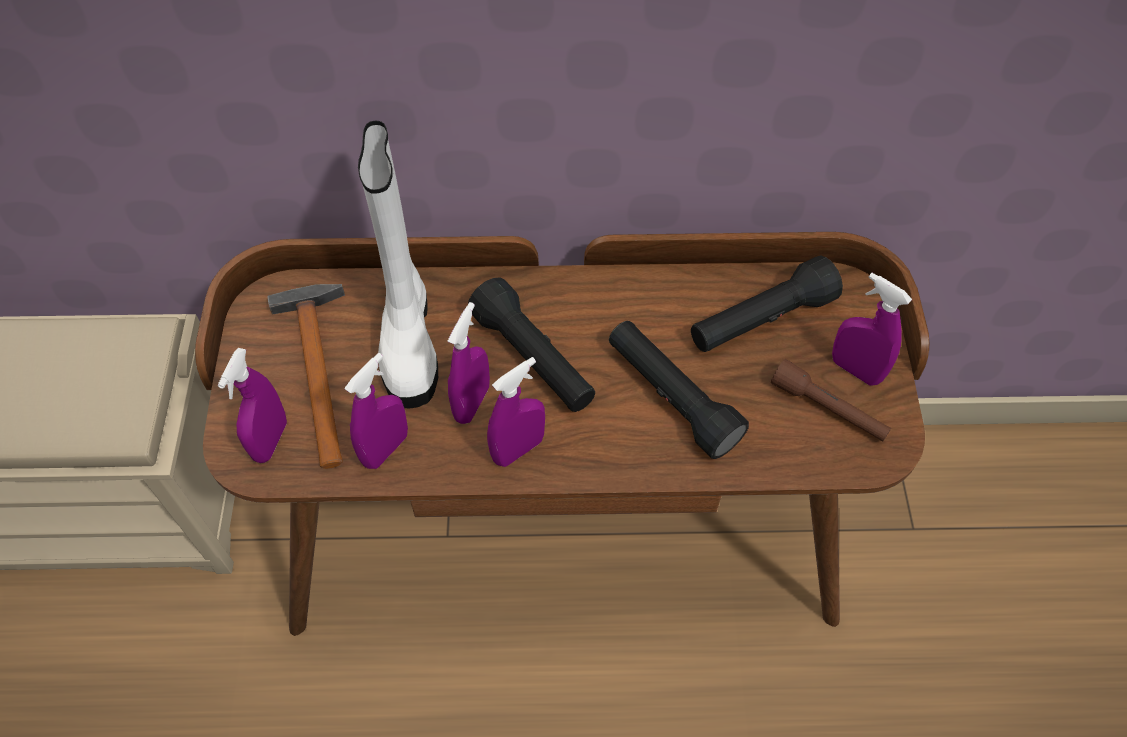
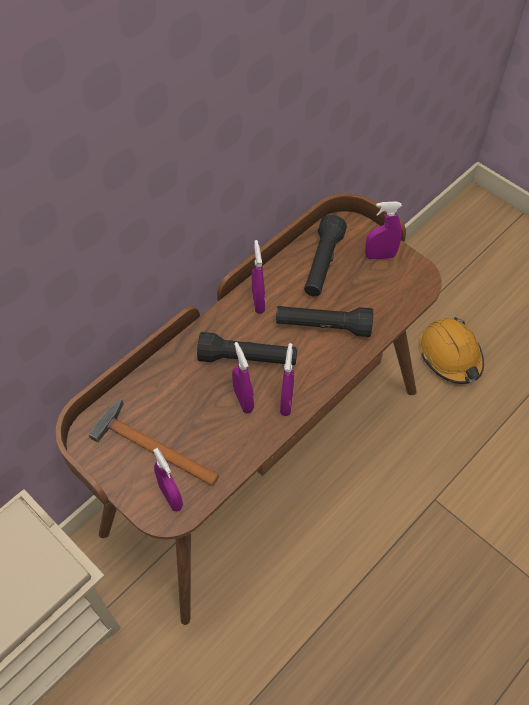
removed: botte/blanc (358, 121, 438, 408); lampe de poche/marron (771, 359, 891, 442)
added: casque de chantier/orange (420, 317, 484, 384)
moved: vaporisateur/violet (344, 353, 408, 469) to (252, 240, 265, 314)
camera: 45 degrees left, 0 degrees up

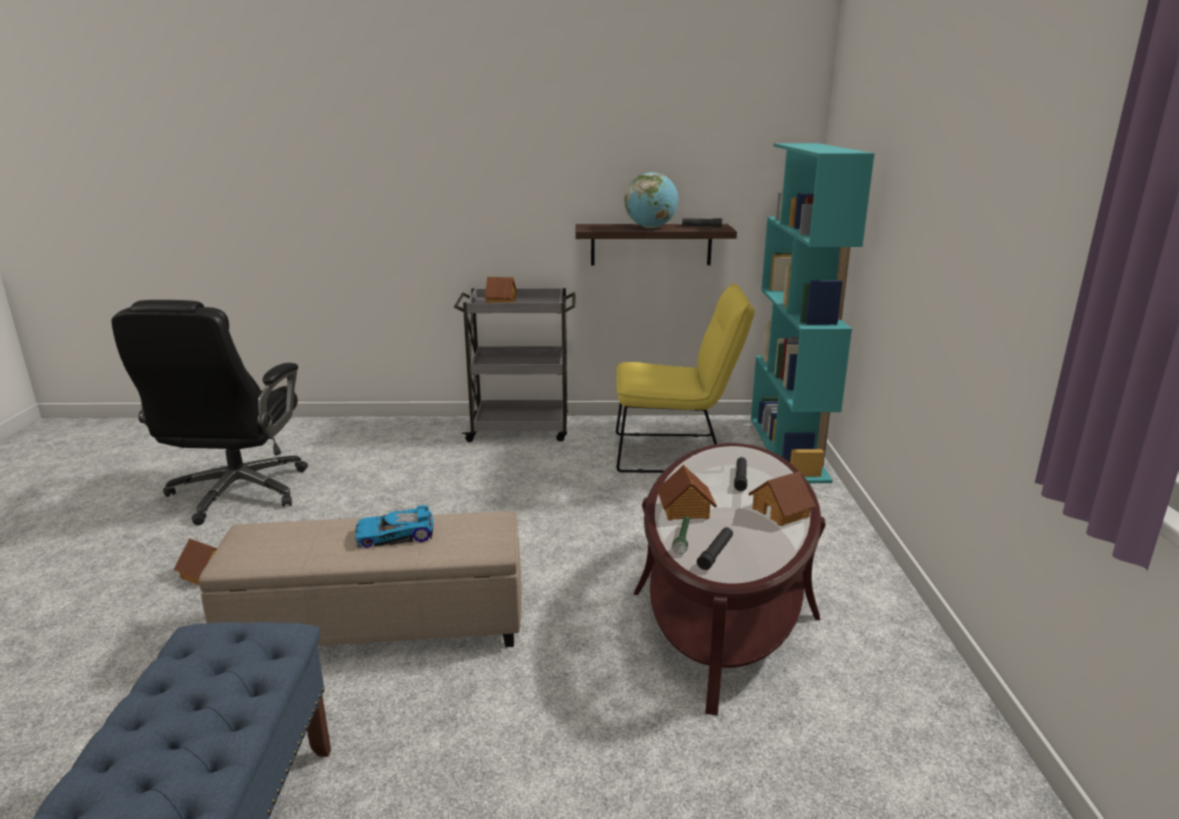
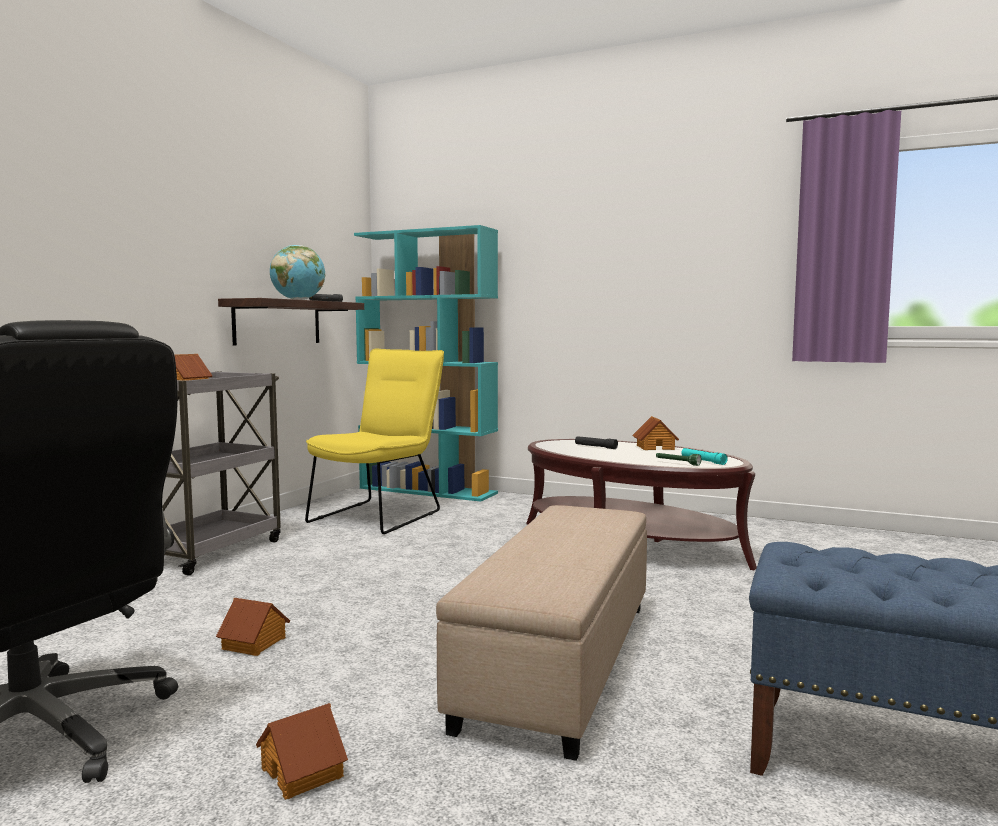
removed: petite voiture (355, 505, 433, 548)
moved: maison miniature (657, 465, 717, 521) to (216, 598, 290, 656)
recoloured: lampe de poche/noir (697, 527, 733, 570) to lampe de poche/turquoise (681, 448, 728, 465)
camera: 65 degrees left, 15 degrees down

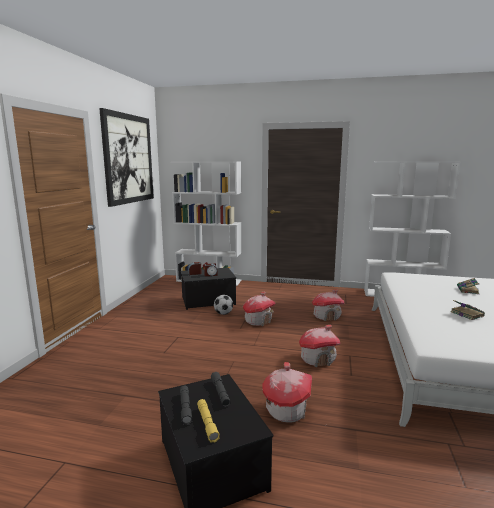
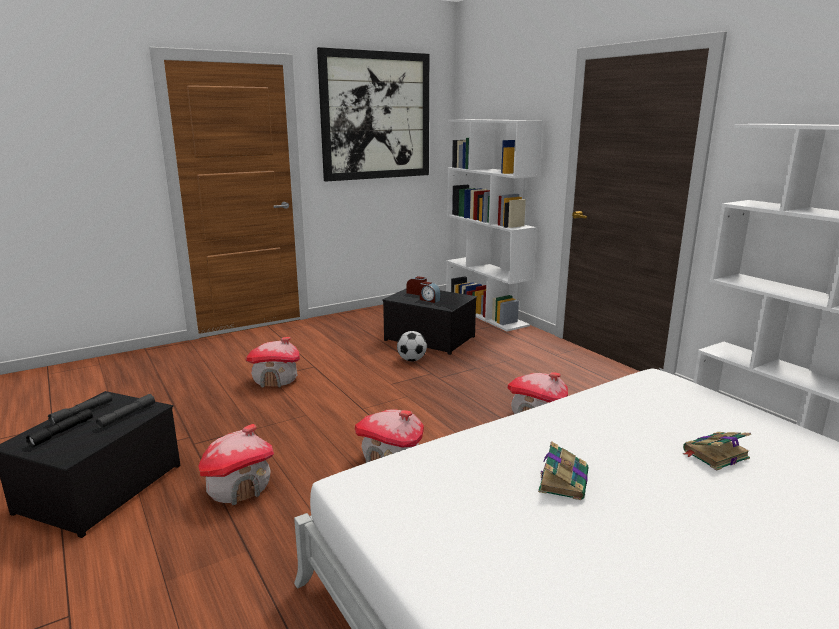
moved: maison miniature (243, 292, 276, 326) to (246, 337, 300, 388)
recoloured: lampe de poche/jaune (197, 399, 220, 443) to lampe de poche/noir (26, 409, 93, 448)
camera: 45 degrees right, 5 degrees up

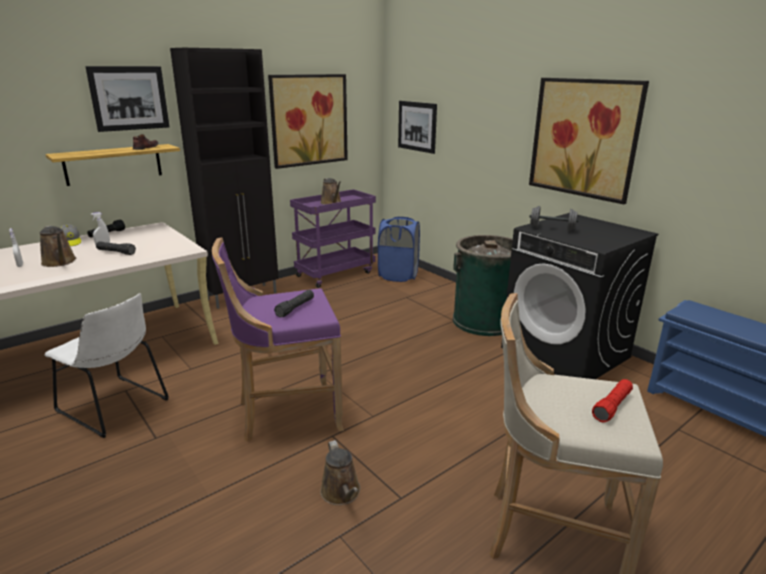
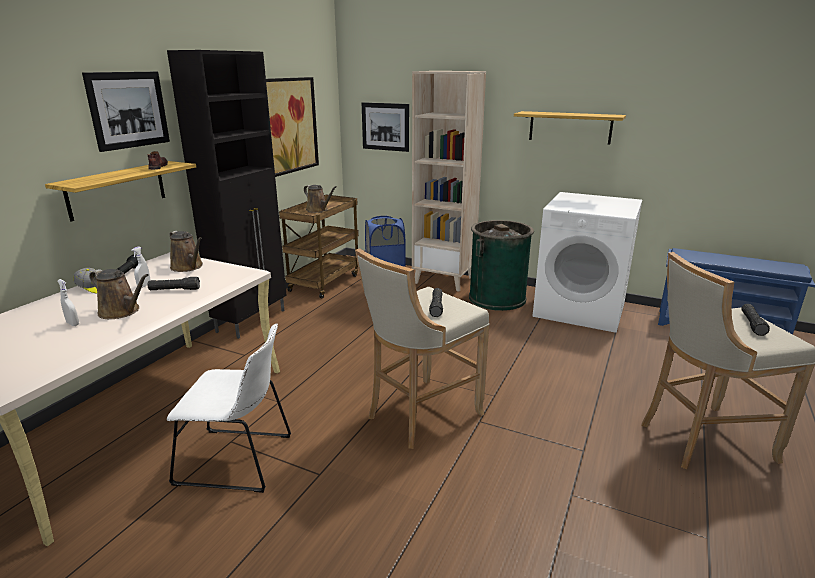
removed: haltère/gris (529, 206, 579, 231)
added: bibliothèque/beige (412, 71, 486, 292)
moved: arrosoir/marron (320, 440, 360, 505) to (170, 231, 203, 272)
replaced: tableau (529, 78, 649, 204) to étagère (514, 111, 626, 145)
recoloured: chariot/violet (290, 189, 376, 288) to chariot/marron (279, 195, 359, 298); lave-linge/noir (501, 213, 658, 379) to lave-linge/blanc (533, 192, 642, 333); tabouret/violet (212, 237, 344, 442) to tabouret/beige (355, 248, 489, 449); lampe de poche/rouge (592, 379, 633, 423) to lampe de poche/noir (742, 304, 770, 336)
camera: 25 degrees left, 0 degrees up

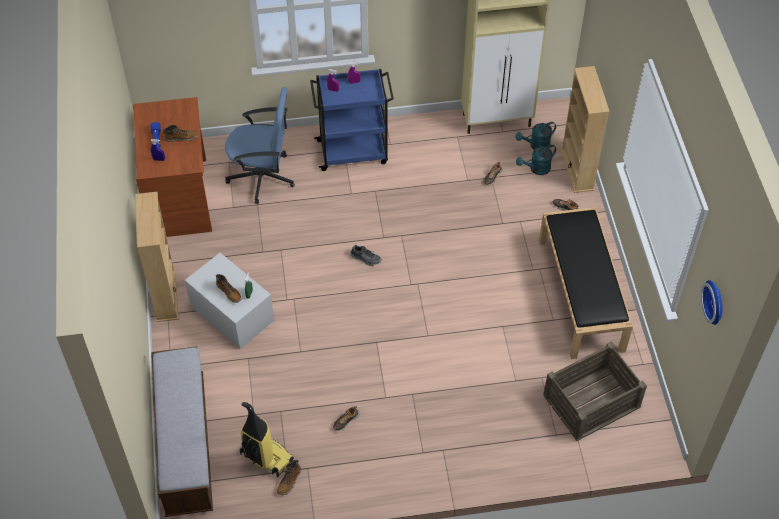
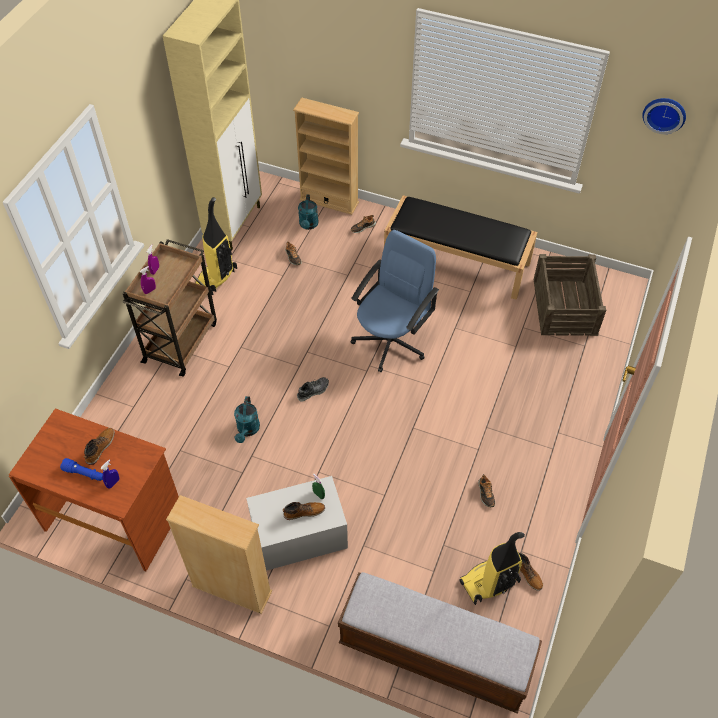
added: aspirateur (195, 197, 237, 295)
moved: chaise de bureau/bleu (225, 87, 295, 204) to (351, 230, 439, 372); arrosoir/turquoise (516, 122, 556, 149) to (234, 396, 260, 443)
recoloured: chariot/bleu (310, 69, 394, 171) to chariot/marron (122, 239, 217, 377)
camera: 60 degrees left, 0 degrees up

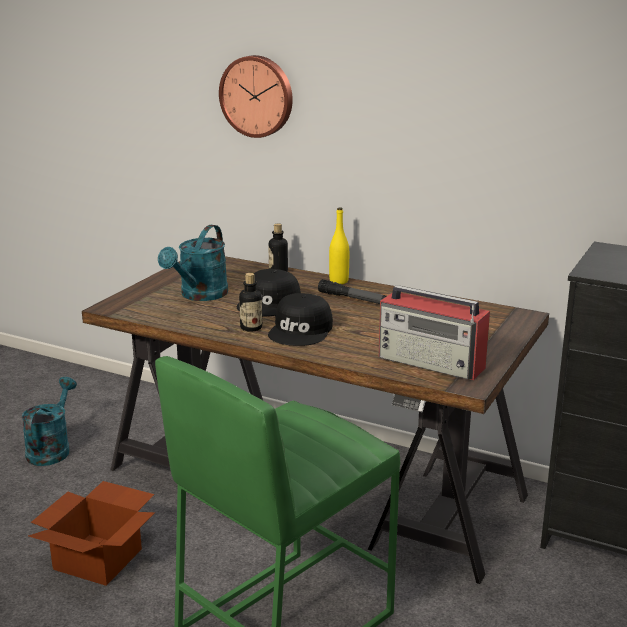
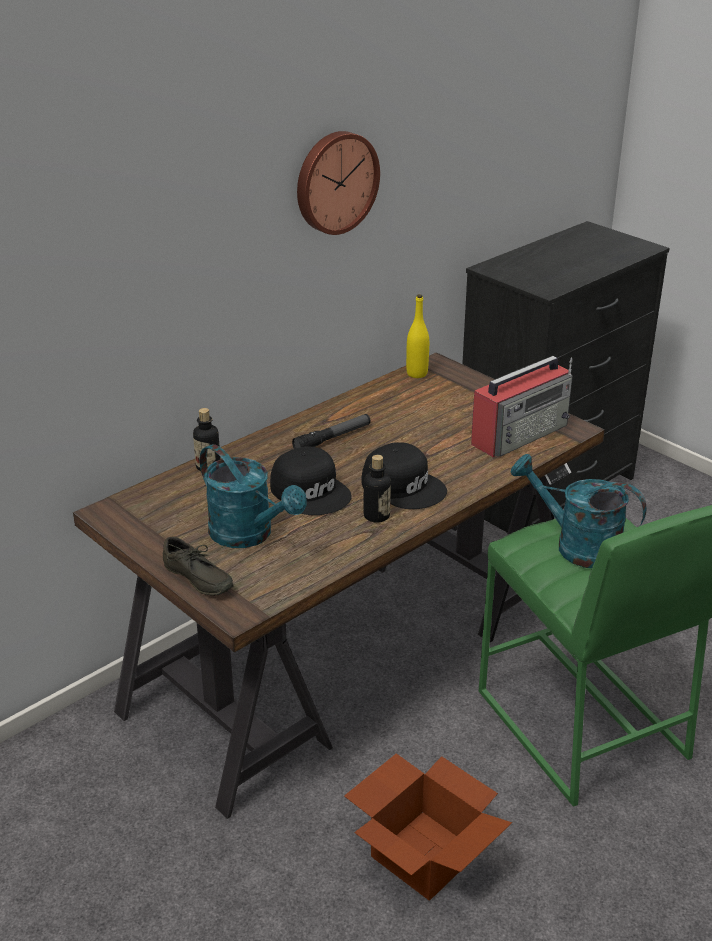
added: chaussure/gris (163, 536, 233, 596)
moved: horloge murale (219, 55, 293, 138) to (297, 131, 380, 235); bouteille/jaune (329, 208, 349, 284) to (406, 294, 429, 378); arrosoir/turquoise (22, 377, 77, 466) to (510, 454, 646, 568)
camera: 70 degrees left, 10 degrees up

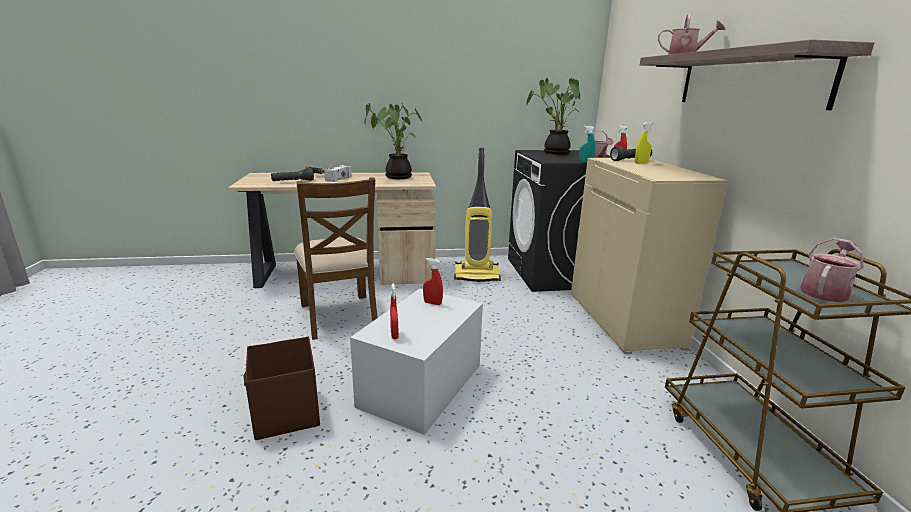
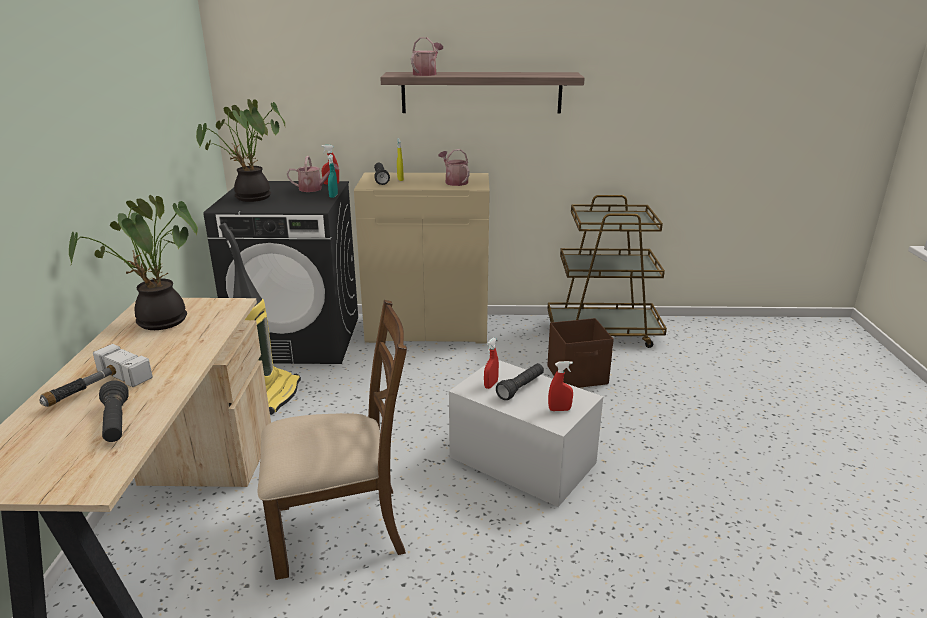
added: lampe de poche/noir (496, 363, 544, 400)
moved: arrosoir (800, 238, 864, 302) to (438, 149, 470, 186); boîte de rangement/marron (243, 337, 320, 440) to (547, 318, 614, 388)
camera: 80 degrees left, 5 degrees up

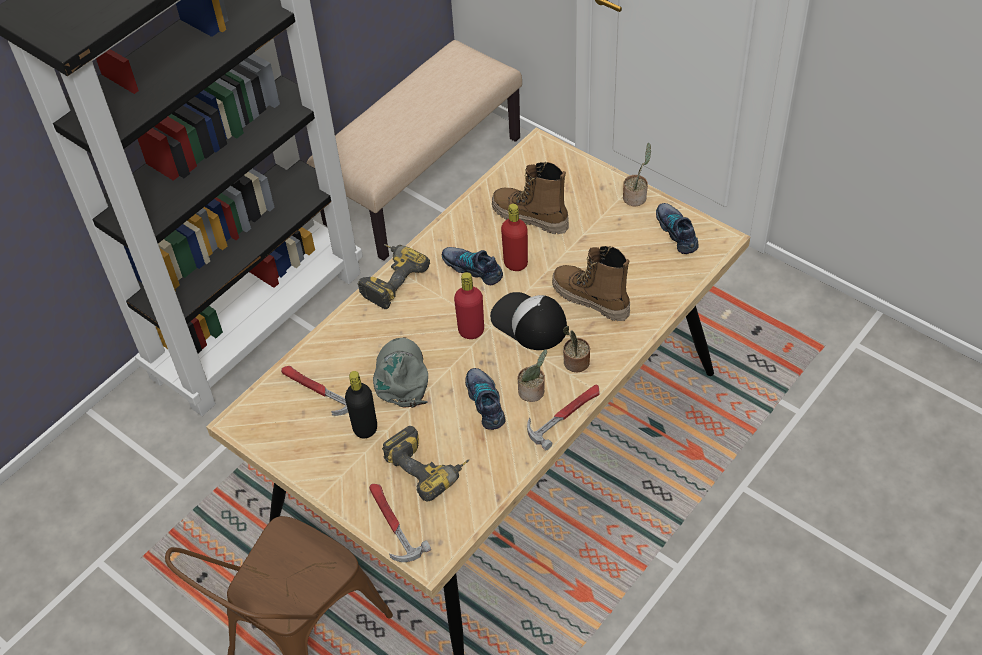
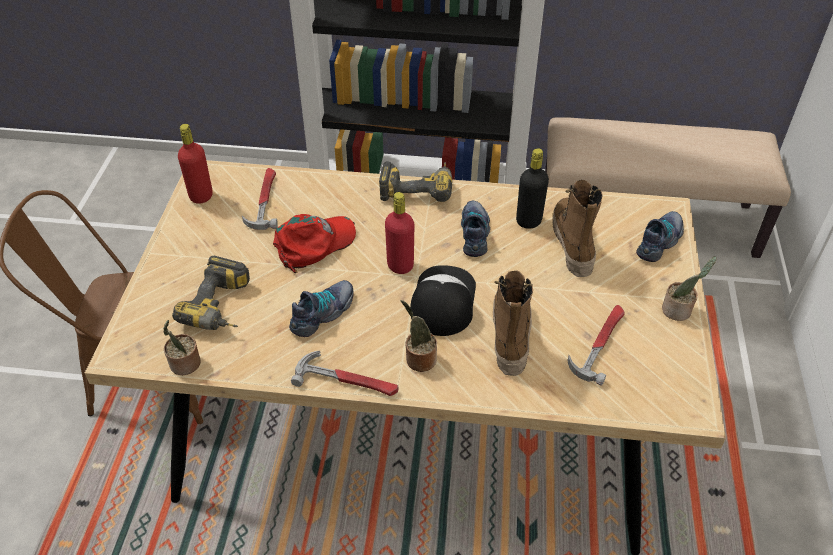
moved: chaussure (656, 203, 699, 254) to (636, 211, 684, 262); bouteille/rouge (501, 204, 528, 271) to (178, 124, 213, 204); plante en pot (517, 349, 547, 402) to (163, 320, 201, 375); bouteille/noir (345, 371, 377, 438) to (516, 148, 549, 229); marteau (369, 484, 431, 562) to (568, 305, 625, 386)
recoloured: casquette/gris (373, 337, 428, 408) to casquette/rouge (273, 214, 356, 273)
camera: 55 degrees right, 5 degrees down

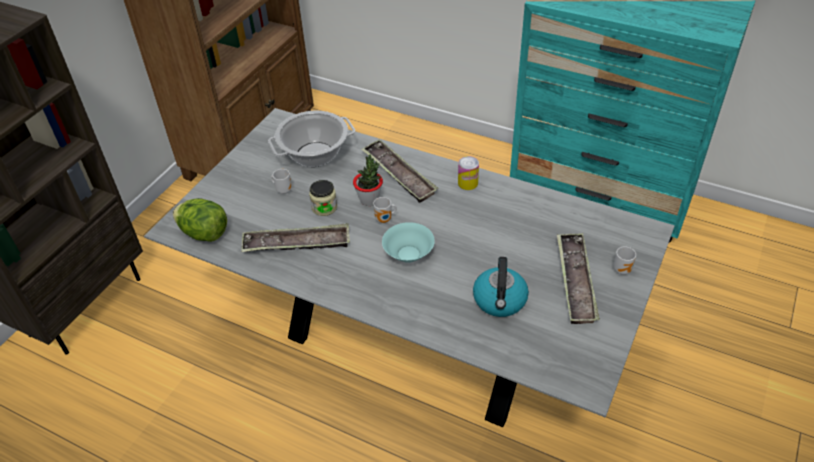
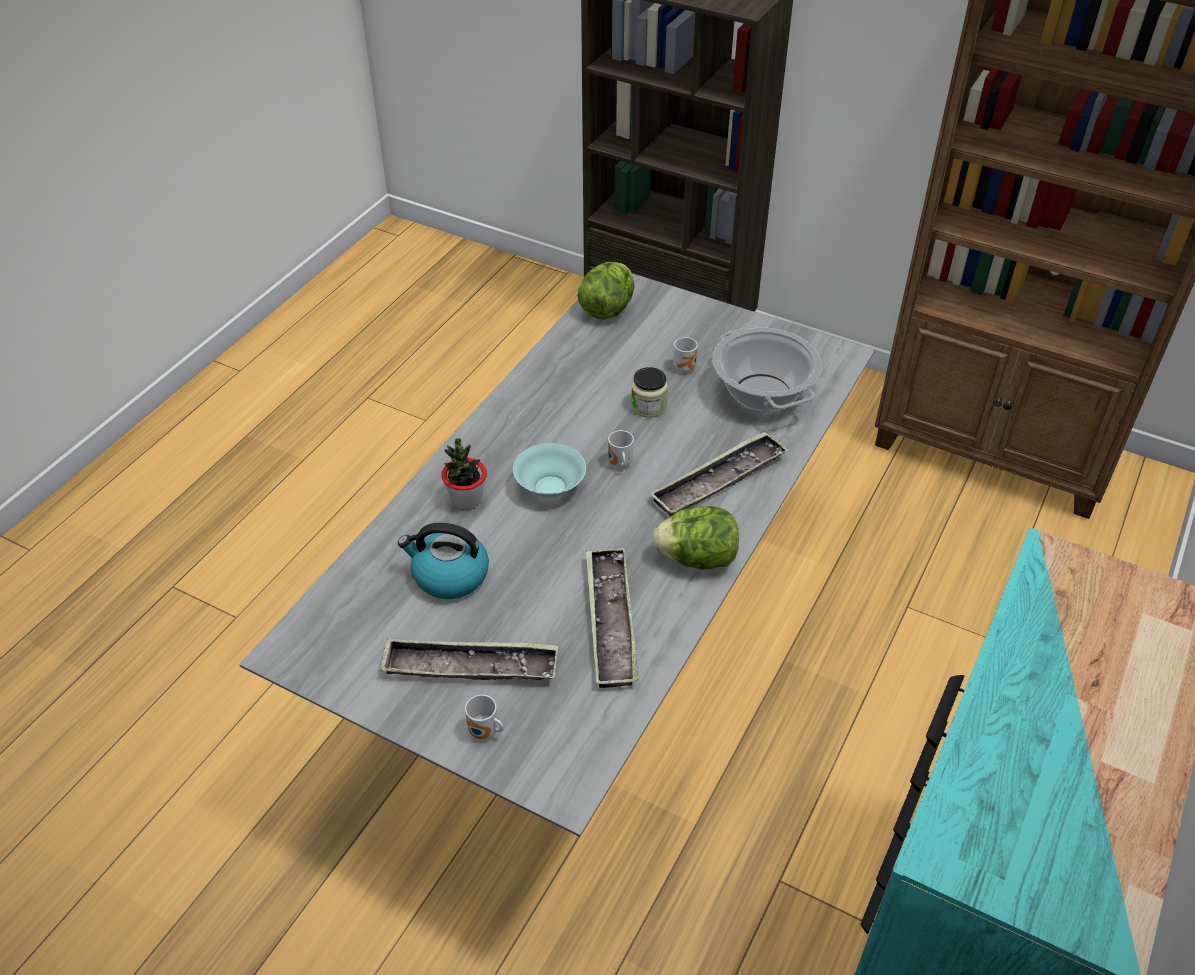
moved: plante en pot (353, 154, 383, 206) to (441, 438, 487, 510); plateau (241, 223, 350, 252) to (586, 548, 639, 688)
replaced: boîte métallique (458, 156, 479, 190) to laitue (653, 506, 739, 570)
camera: 90 degrees right, 0 degrees up

